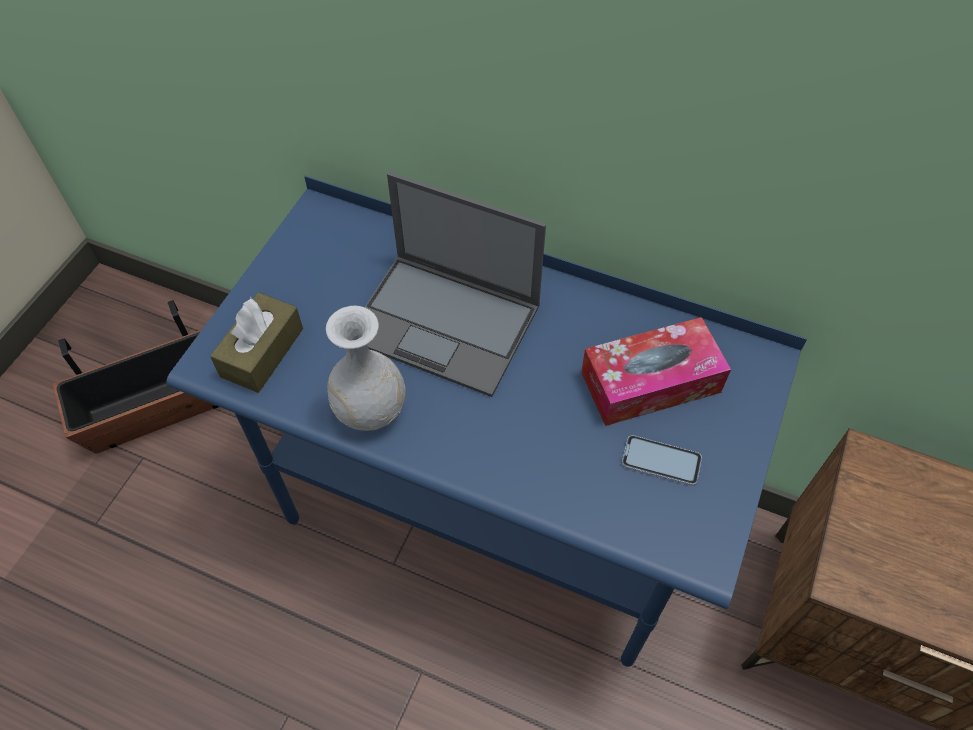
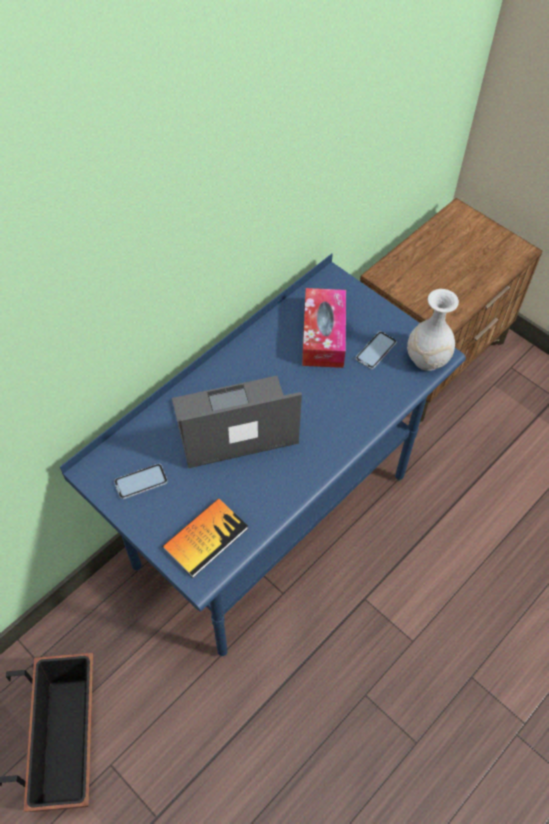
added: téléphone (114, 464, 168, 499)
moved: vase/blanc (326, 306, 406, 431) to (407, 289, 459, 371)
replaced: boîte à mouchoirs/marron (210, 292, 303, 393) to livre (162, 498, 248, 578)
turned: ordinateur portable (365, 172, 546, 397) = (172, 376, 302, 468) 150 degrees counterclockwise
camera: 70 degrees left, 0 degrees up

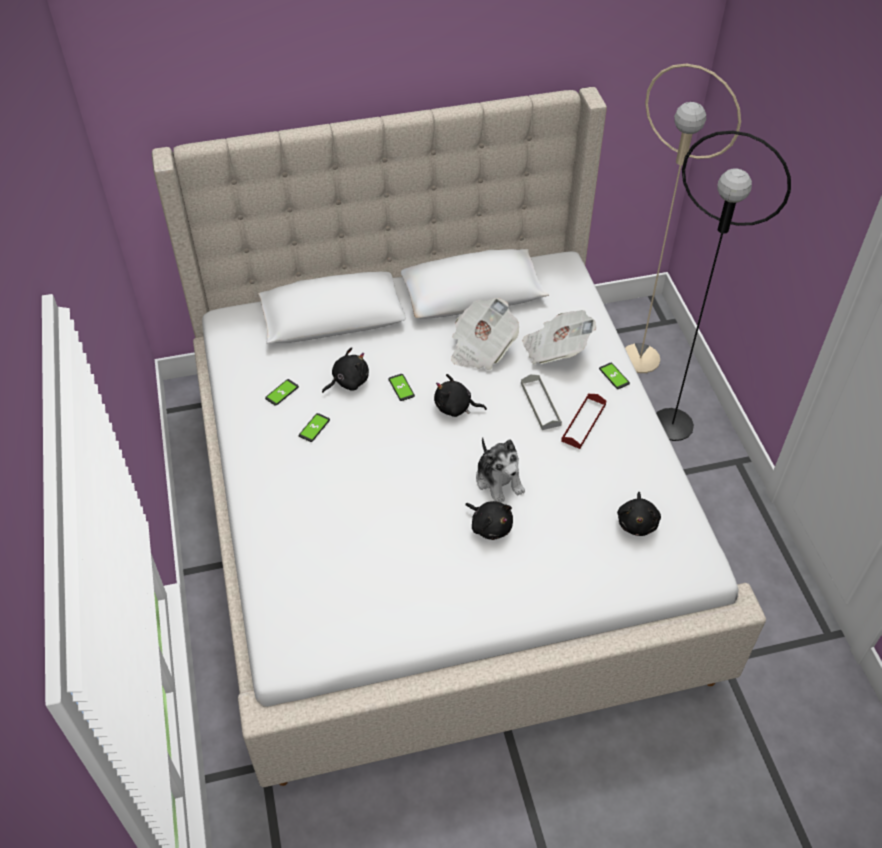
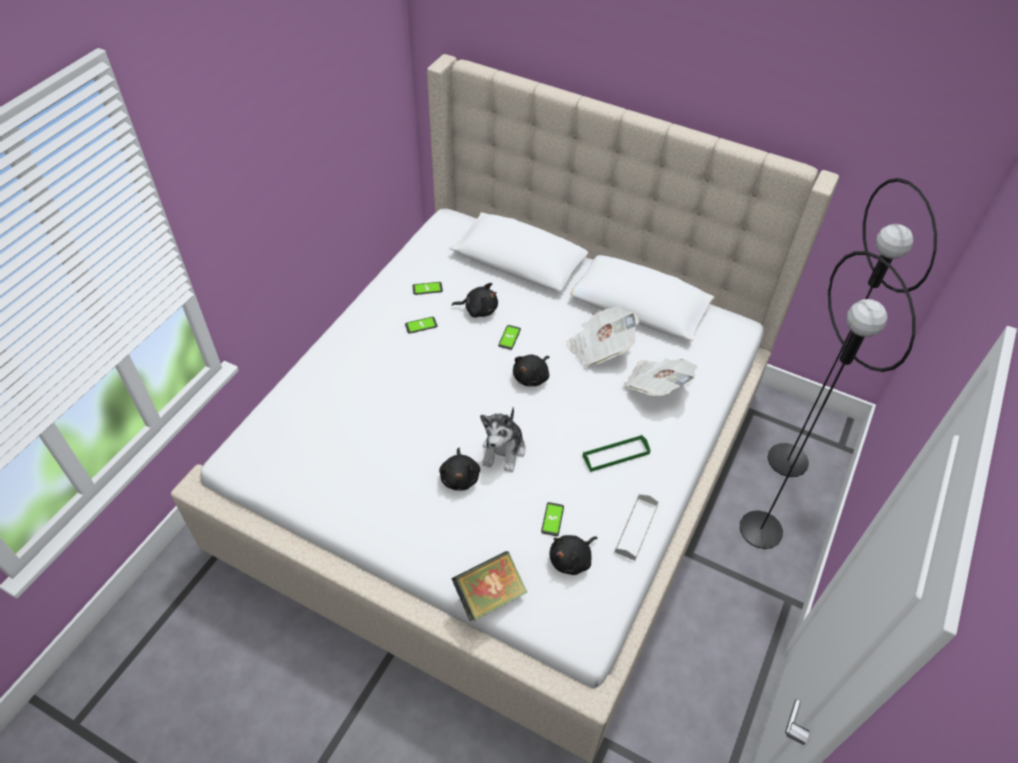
added: livre (452, 551, 527, 621)
moved: téléphone (599, 363, 630, 389) to (541, 502, 564, 536); plateau/gris (521, 374, 562, 430) to (615, 494, 659, 560)
recoloured: lampadaire/beige (625, 63, 741, 373) to lampadaire/noir (767, 178, 937, 477); plateau/rouge (561, 394, 606, 449) to plateau/vert (583, 435, 651, 472)
turned: peluche/noir (434, 374, 487, 417) = (513, 355, 549, 386) 105 degrees counterclockwise
camera: 40 degrees right, 0 degrees up

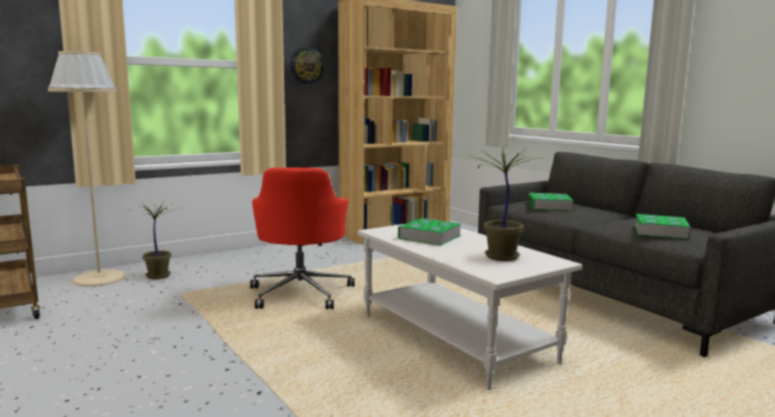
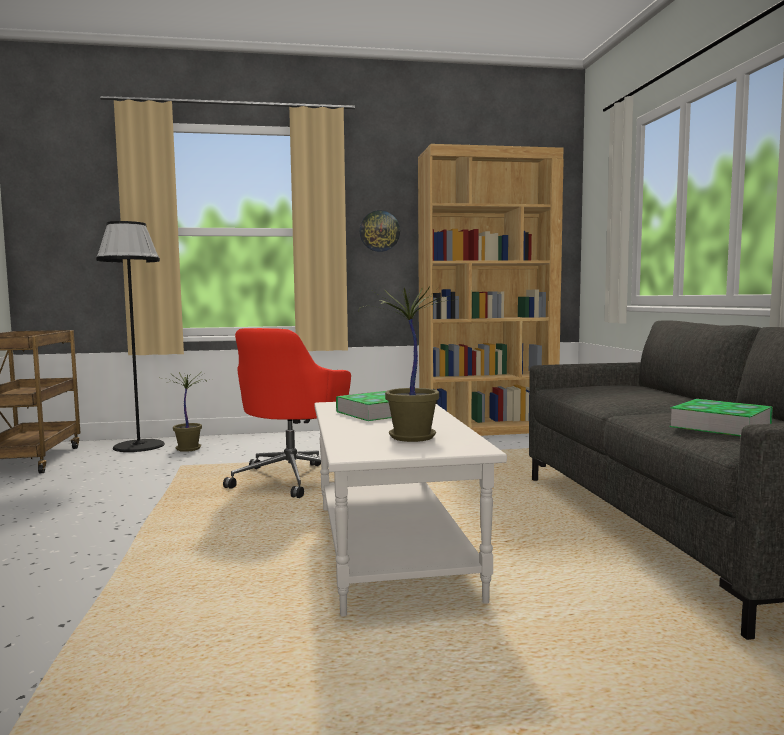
removed: livre (528, 193, 574, 211)
recoloured: lampadaire/beige (48, 51, 126, 286) to lampadaire/noir (96, 221, 165, 452)
camera: 25 degrees right, 5 degrees down

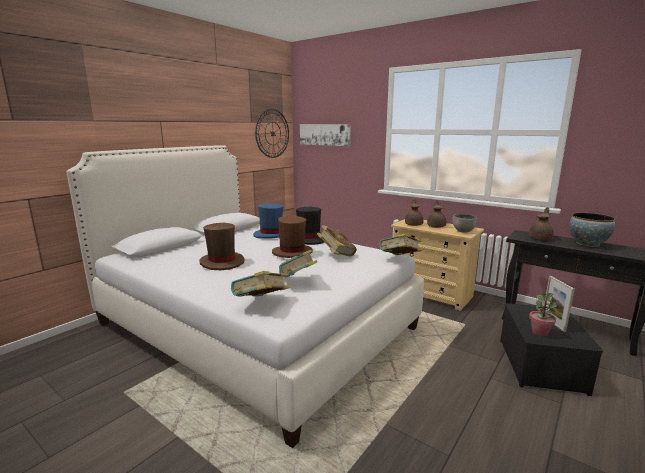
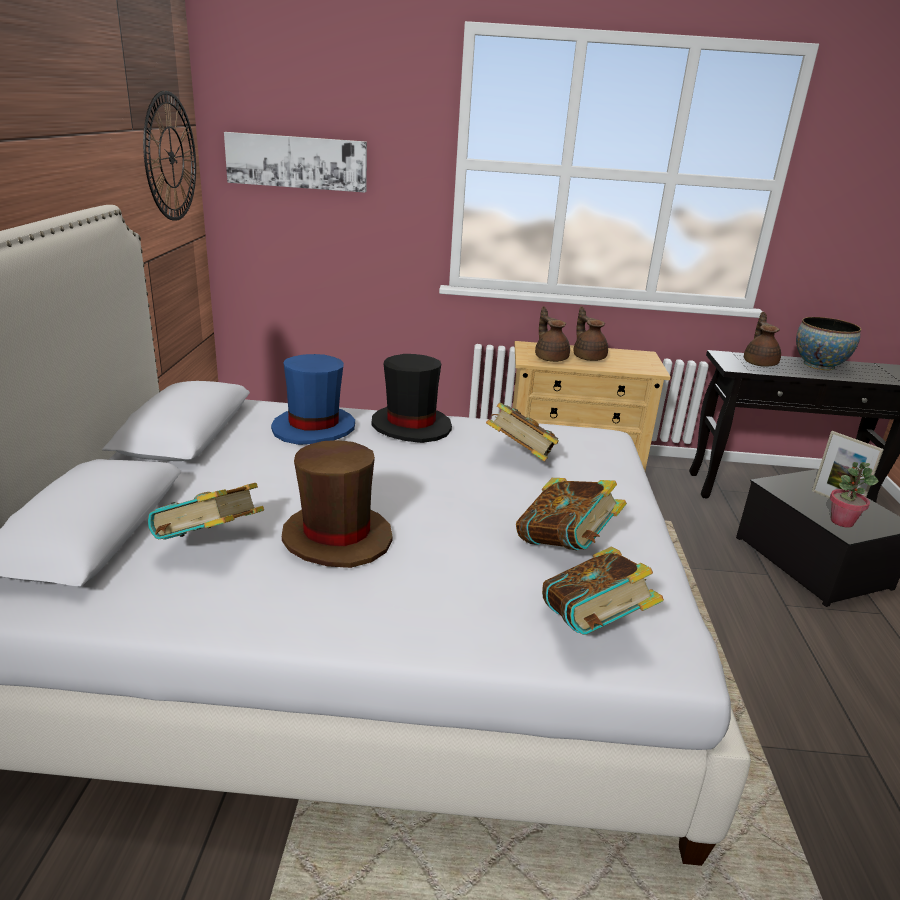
removed: bol/gris (452, 214, 477, 232); chapeau/marron (272, 216, 312, 258)
moved: livre (379, 234, 423, 255) to (148, 483, 264, 540)
camera: 35 degrees left, 10 degrees up

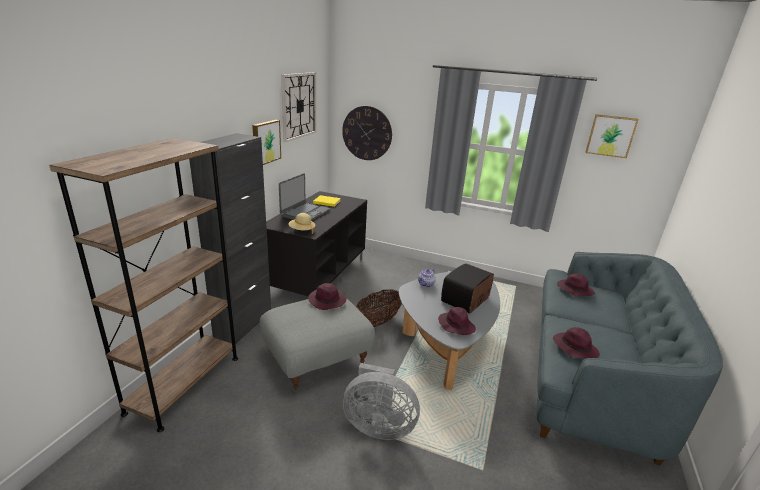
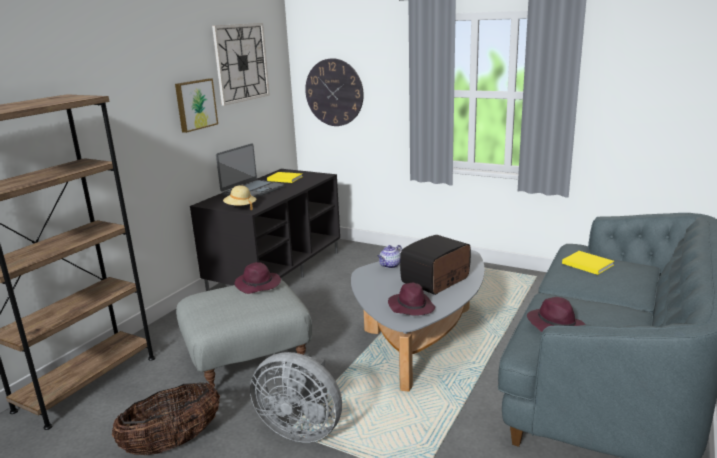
removed: tableau (586, 114, 639, 158); meuble de rangement/noir (189, 133, 271, 344)
moved: panier (356, 289, 402, 327) to (112, 382, 220, 455)
replaced: chapeau/violet (557, 273, 595, 297) to livre/jaune (562, 251, 614, 275)
camera: 10 degrees right, 5 degrees down

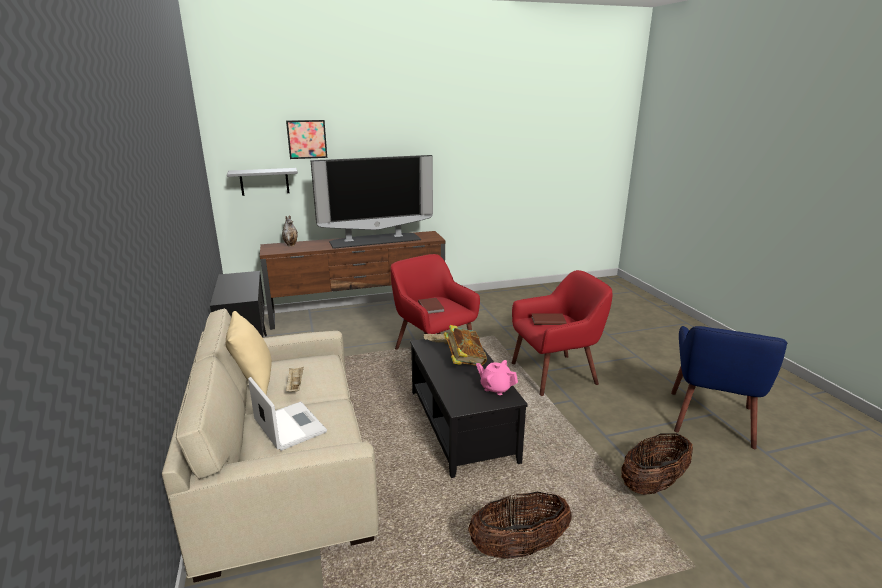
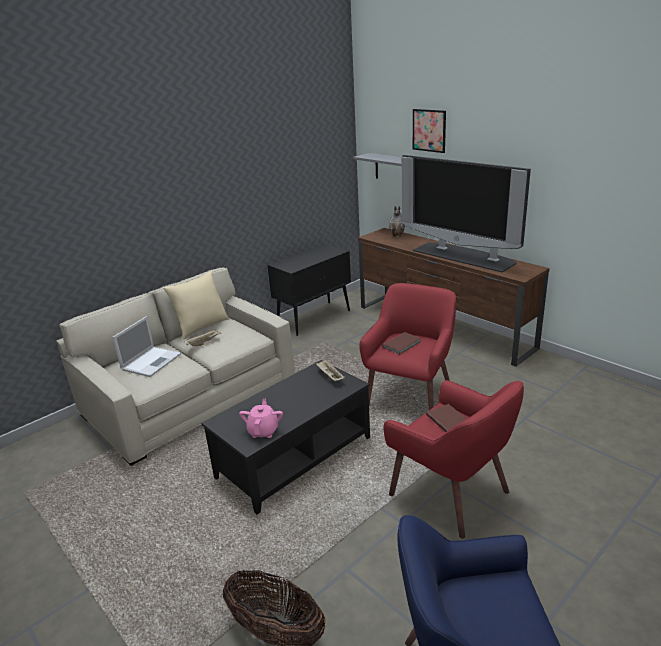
removed: livre (444, 325, 487, 366); panier (468, 491, 571, 559)
camera: 65 degrees right, 5 degrees up

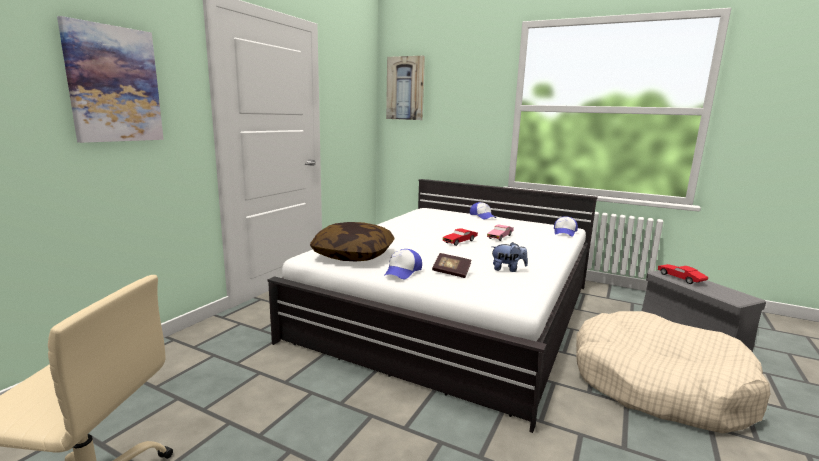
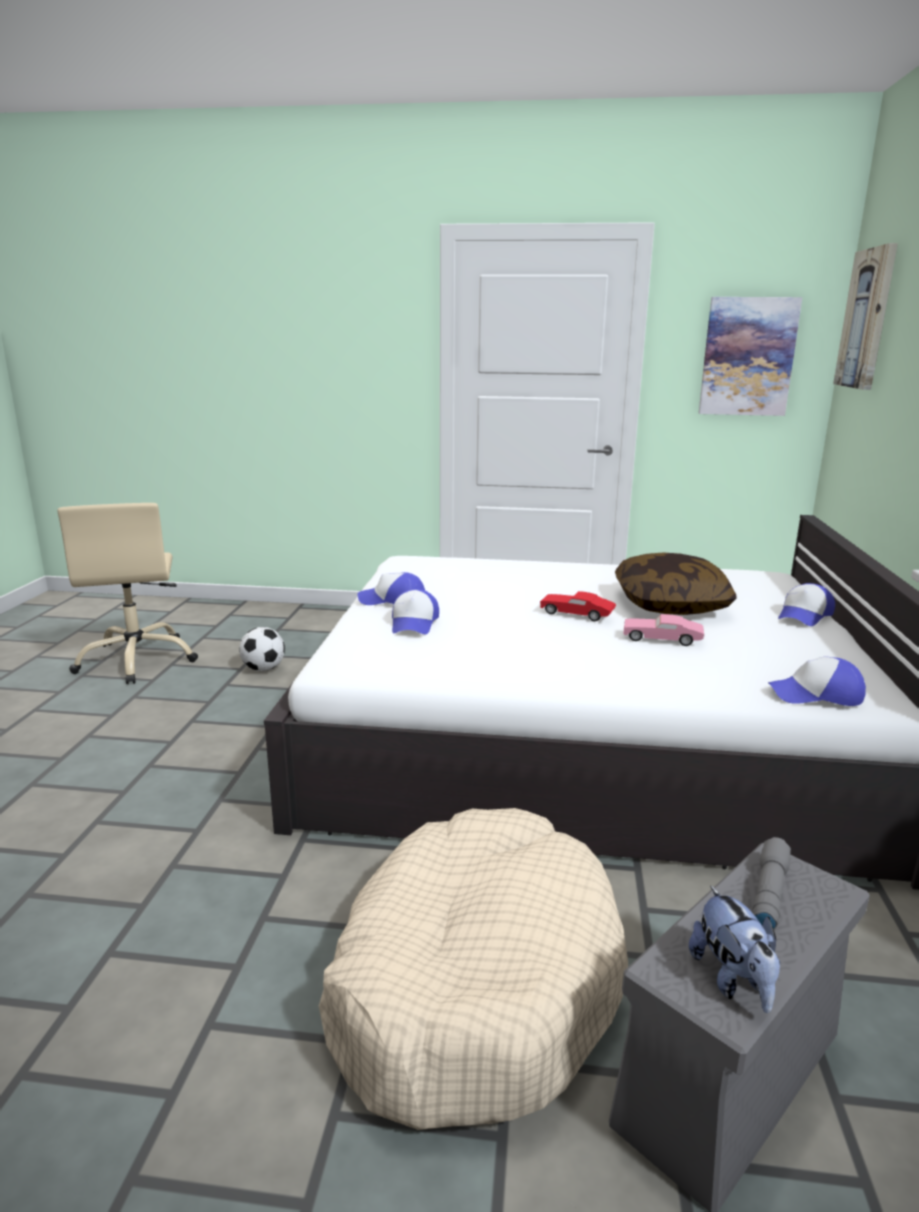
added: ballon de foot (239, 627, 285, 671)
moved: tableau (57, 16, 164, 143) to (699, 297, 802, 416); coussin (310, 222, 394, 261) to (615, 553, 736, 615); peluche (491, 242, 528, 272) to (689, 886, 780, 1013)
replaced: livre (432, 253, 471, 278) to casquette (392, 589, 439, 634); petite voiture/rouge (658, 264, 709, 284) to lampe de poche/gris (752, 837, 791, 931)
camera: 70 degrees right, 5 degrees up

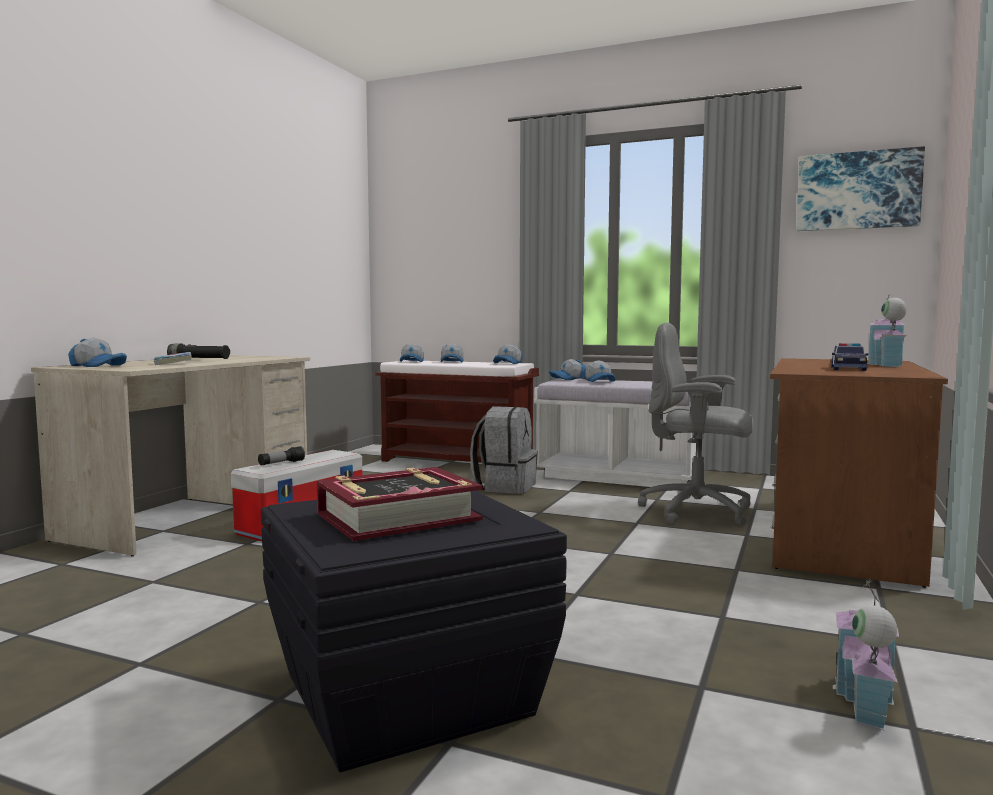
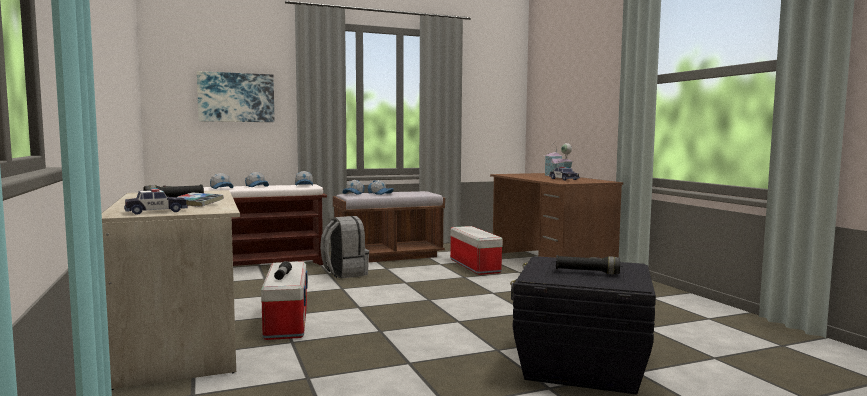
removed: maison miniature (833, 578, 899, 730)
moved: tableau (796, 146, 925, 231) to (197, 71, 275, 122)
replaced: chaise de bureau/gris (638, 322, 753, 525) to boîte de rangement (450, 226, 503, 275); casquette (68, 337, 127, 367) to petite voiture (124, 188, 188, 215); livre (317, 467, 483, 541) to lampe de poche/noir (556, 255, 620, 274)
recoloured: banc/blanc (534, 379, 696, 487) to banc/marron (333, 191, 445, 262)
camera: 45 degrees left, 0 degrees up

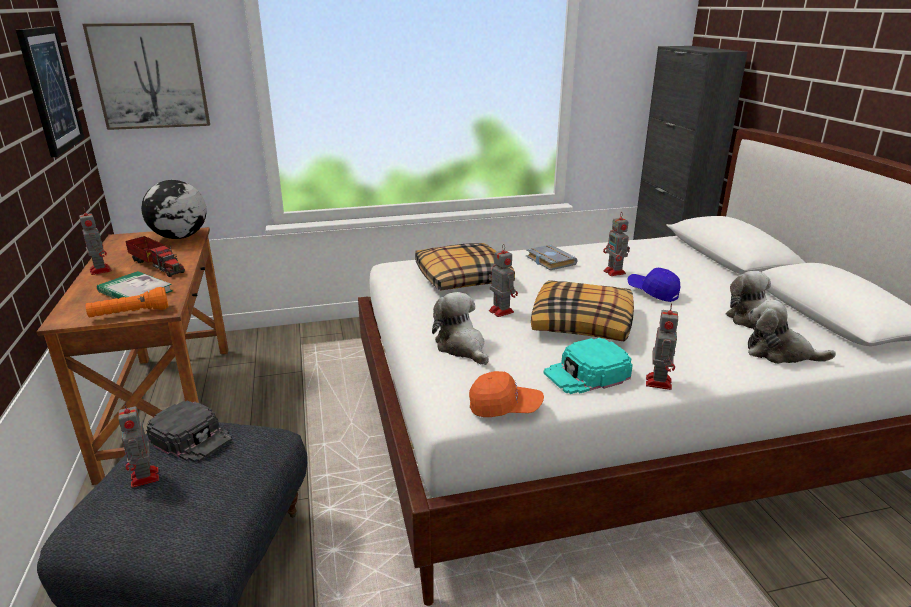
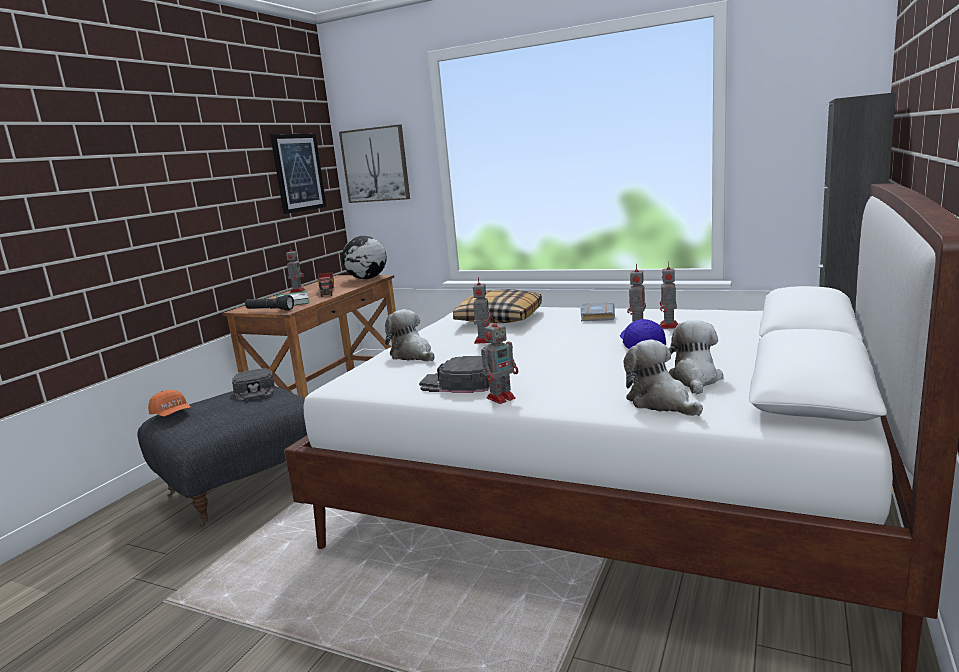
removed: coussin (531, 280, 634, 342)
moved: casquette/orange (469, 371, 544, 417) to (148, 390, 191, 416); robot jouet (118, 402, 159, 488) to (659, 261, 678, 329)
recoloured: lampe de poche/orange (85, 287, 168, 318) to lampe de poche/noir (245, 295, 294, 311); casquette/turquoise (543, 338, 633, 394) to casquette/noir (419, 356, 490, 393)
turned: peluche (432, 292, 489, 365) = (385, 309, 434, 362) 45 degrees counterclockwise
camera: 40 degrees right, 10 degrees down

